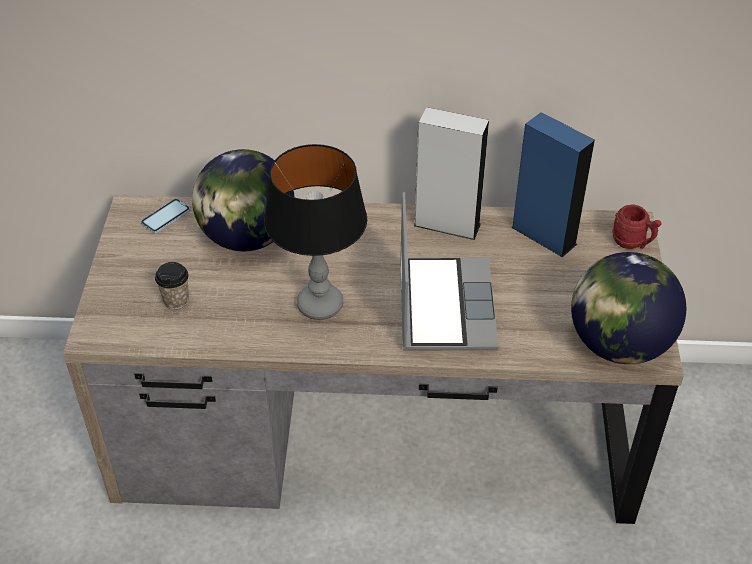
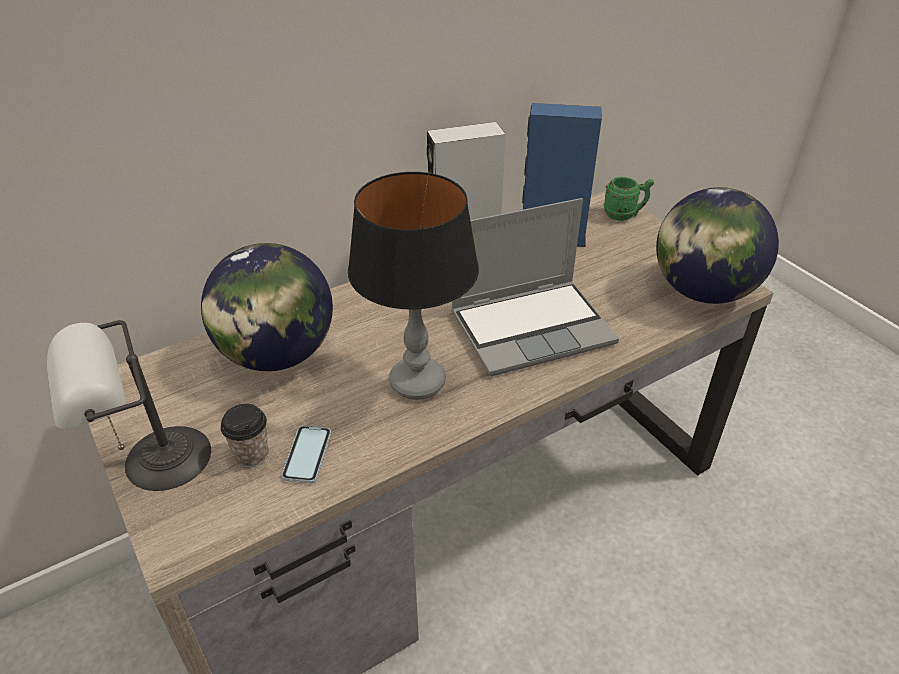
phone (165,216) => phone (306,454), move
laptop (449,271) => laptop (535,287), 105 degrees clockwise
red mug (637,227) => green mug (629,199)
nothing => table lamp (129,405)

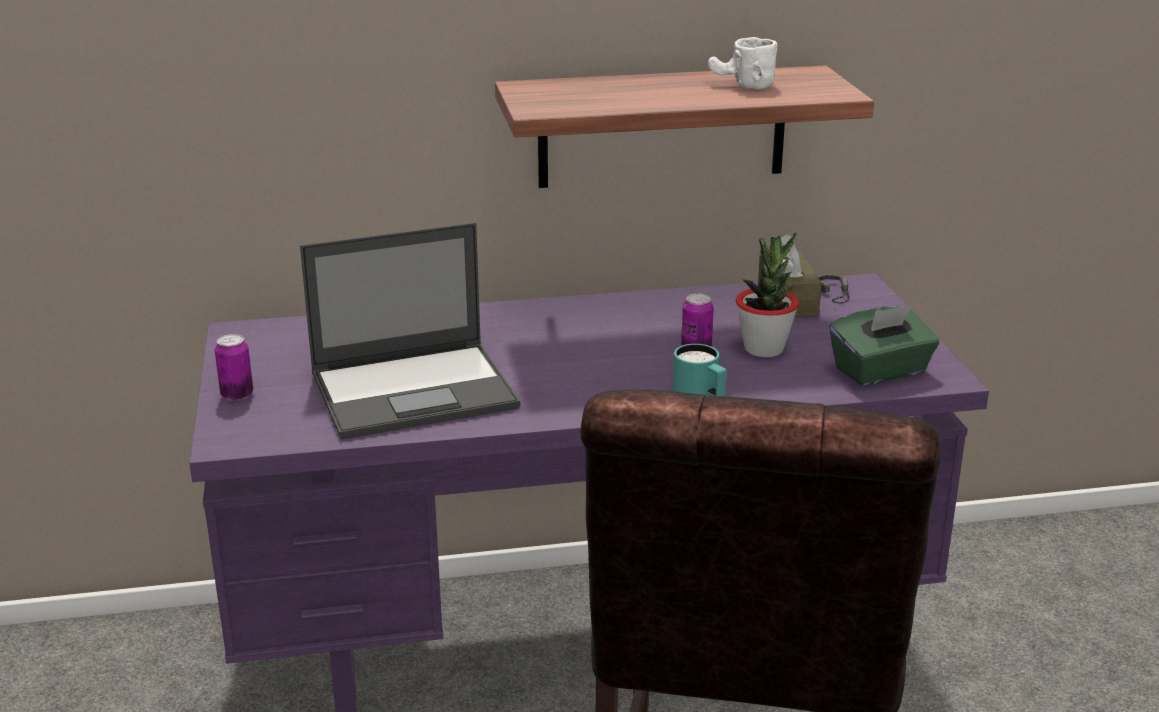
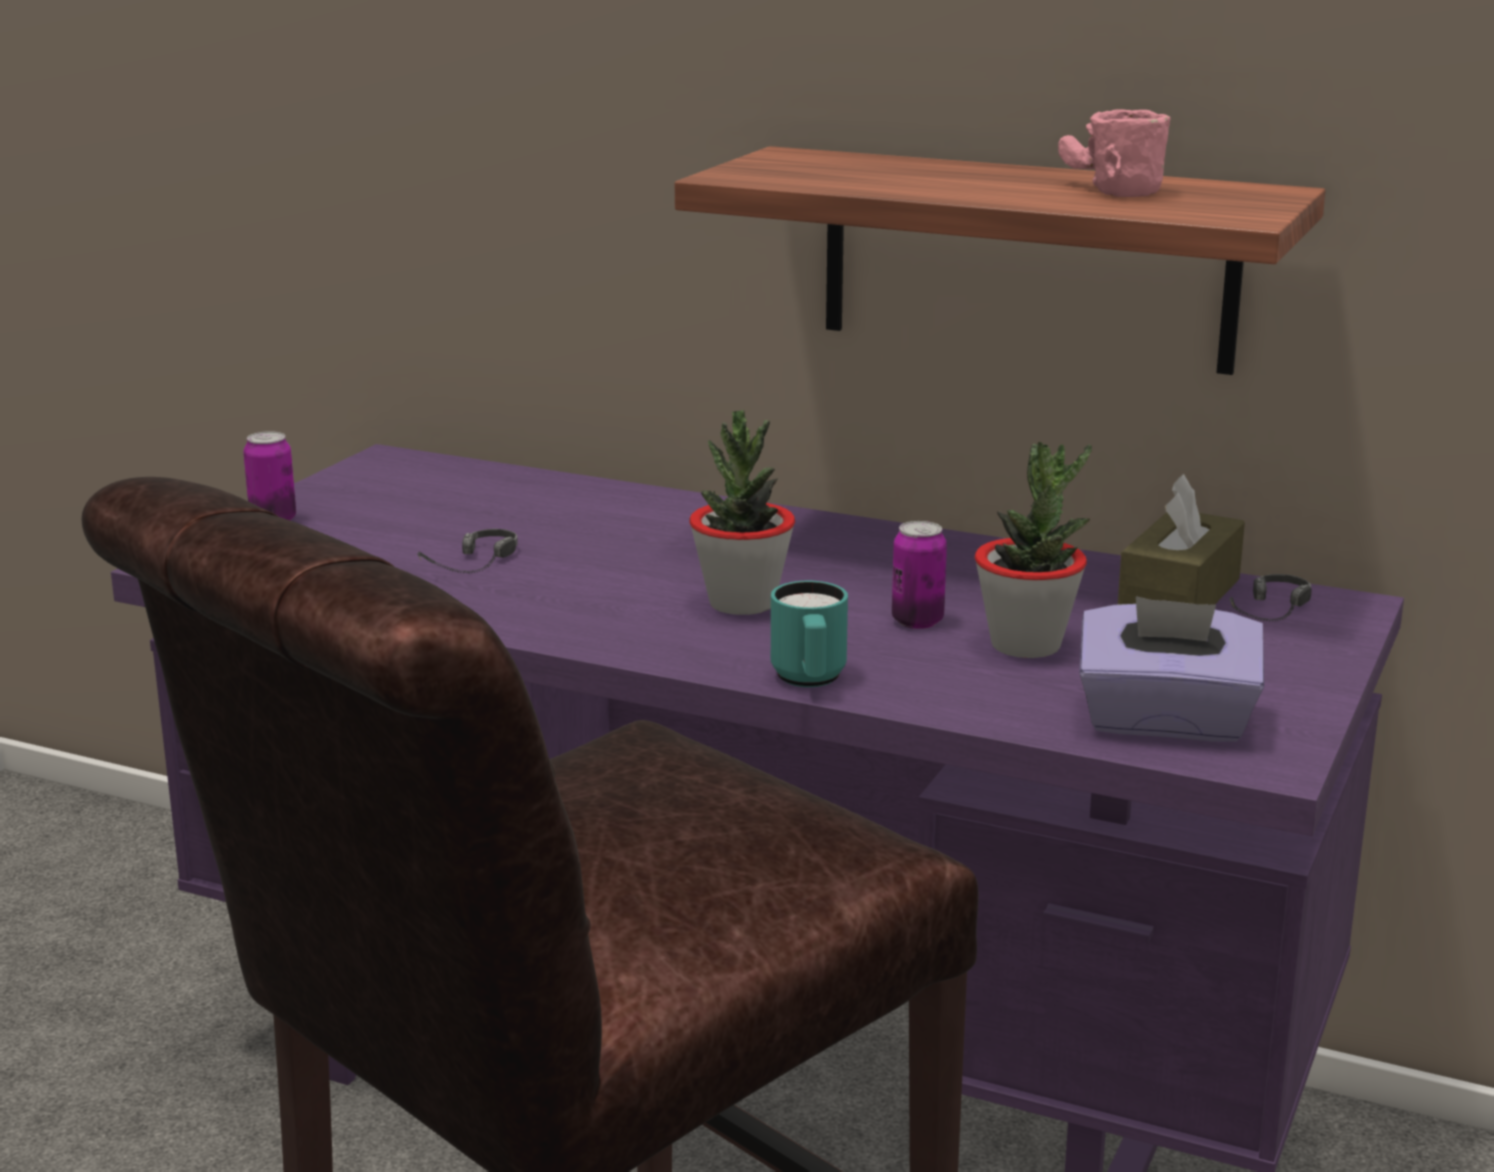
laptop (410,331) => headphones (468,551)
white mug (742,63) => pink mug (1114,153)
green tissue box (884,345) => purple tissue box (1171,669)
nothing => potted plant (742,512)

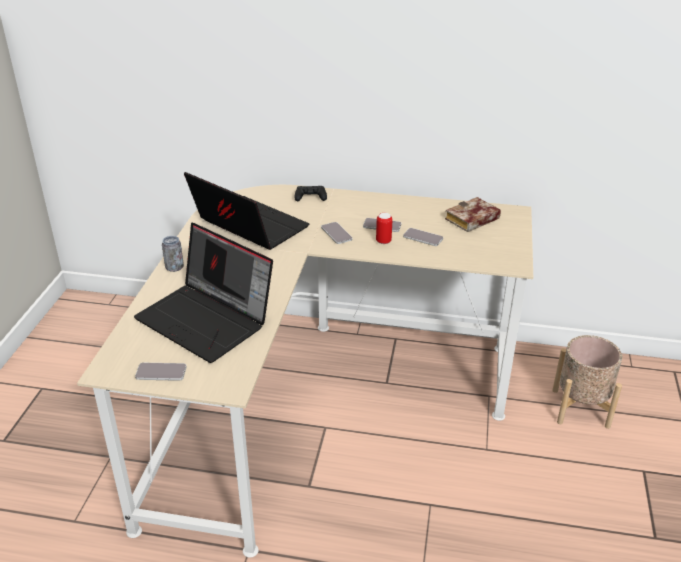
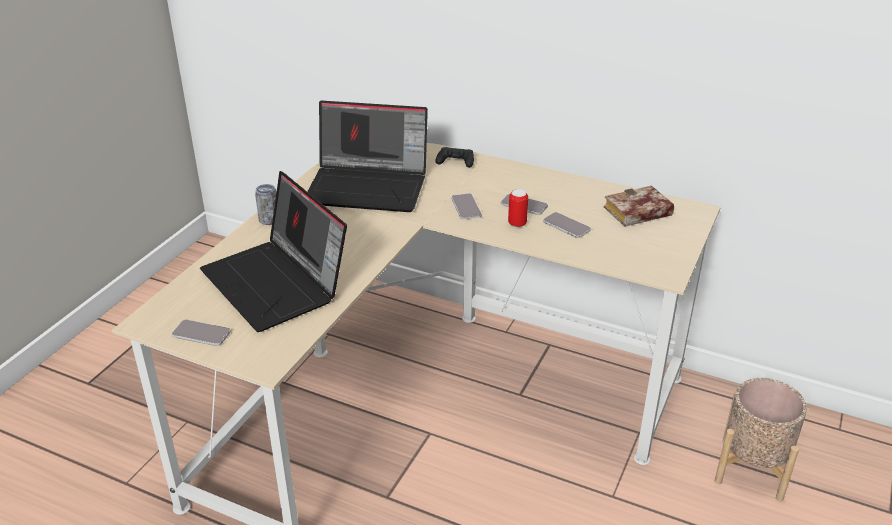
laptop (246,211) => laptop (367,156), 135 degrees clockwise

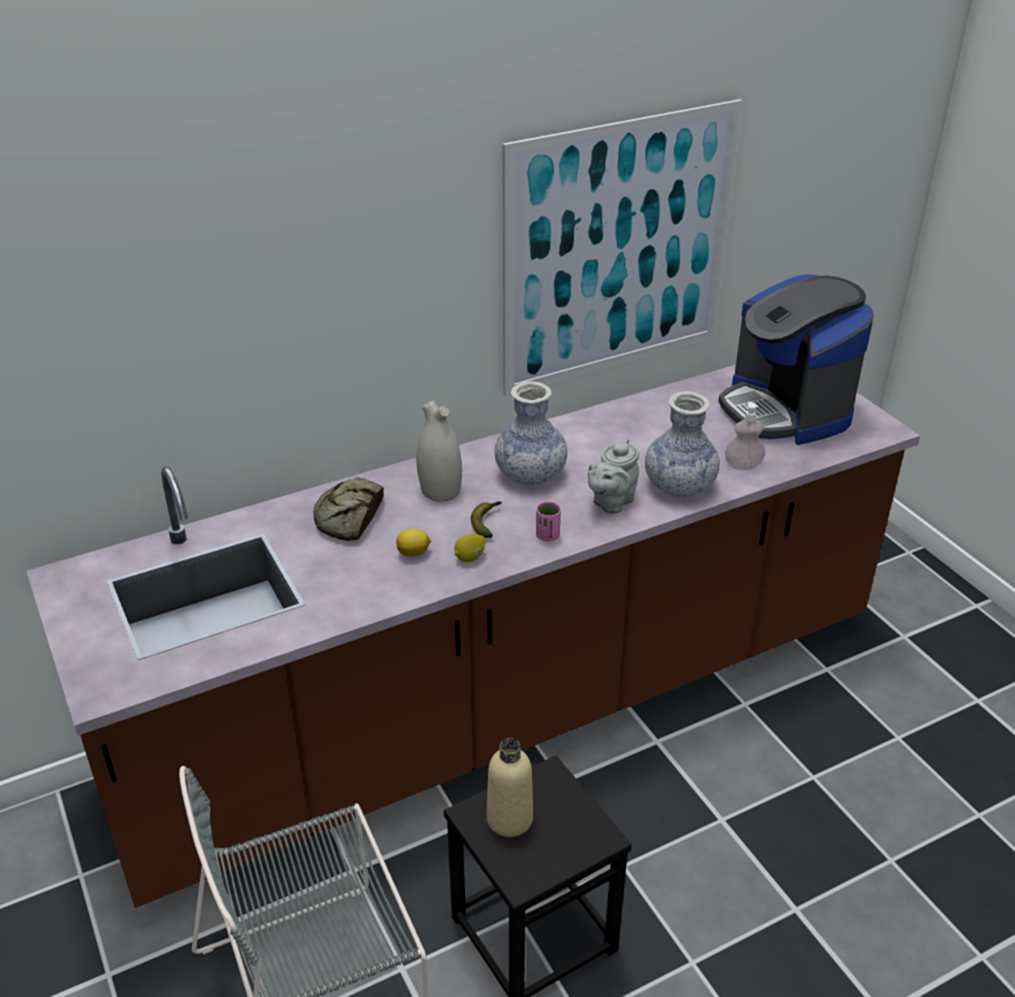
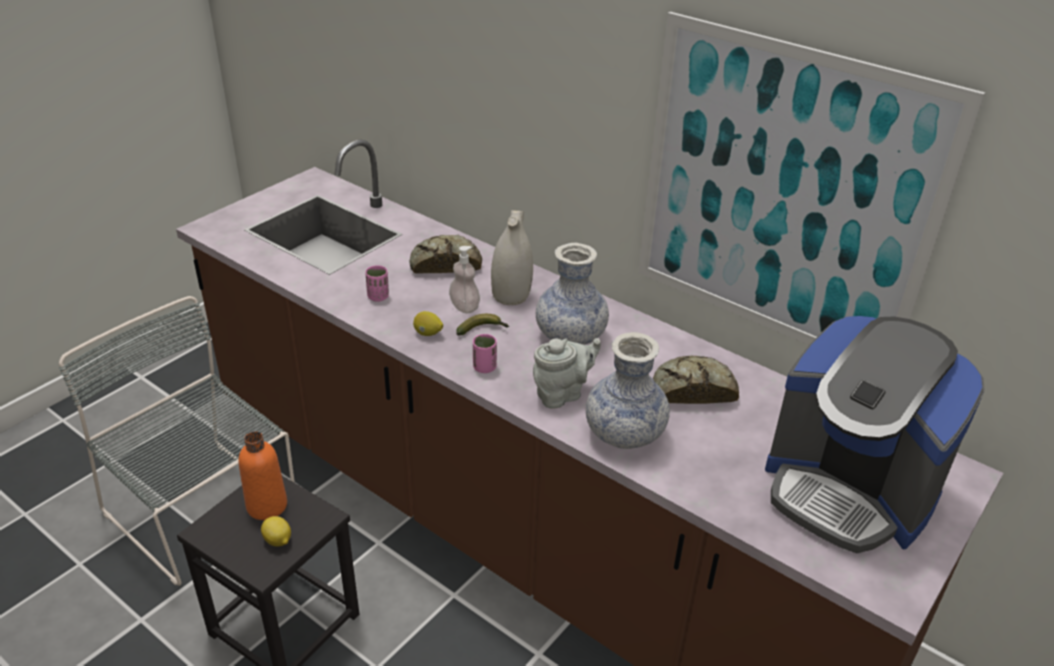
lemon (414,542) => lemon (276,531), move
beige bottle (510,787) => orange bottle (262,475)
grey teapot (613,476) => grey teapot (567,373), 135 degrees clockwise
coffee machine (796,359) => coffee machine (875,434), 90 degrees counterclockwise
soap dispenser (745,436) => soap dispenser (464,279), move
nothing => pink cup (377,283)
nothing => bread (696,380)

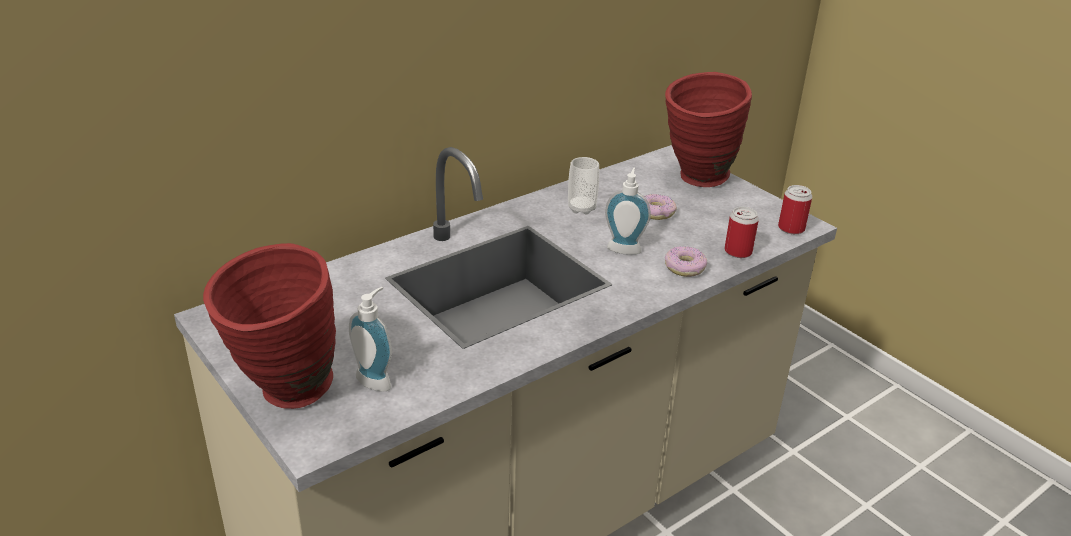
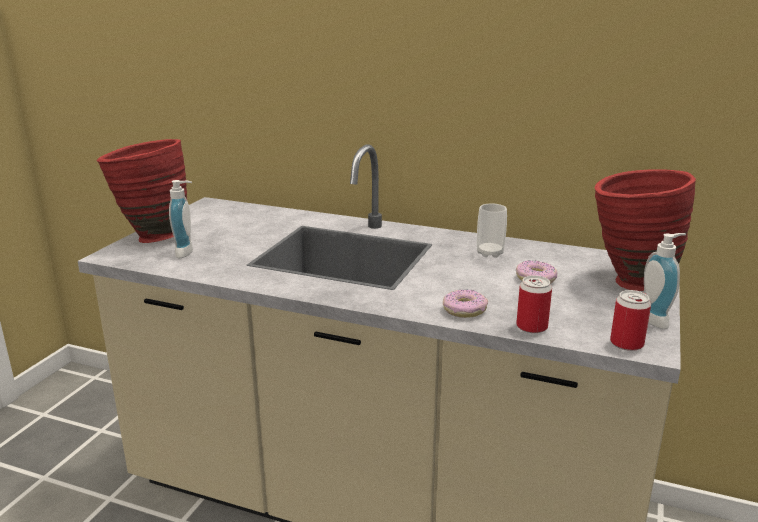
soap dispenser (628,211) => soap dispenser (665,281), move

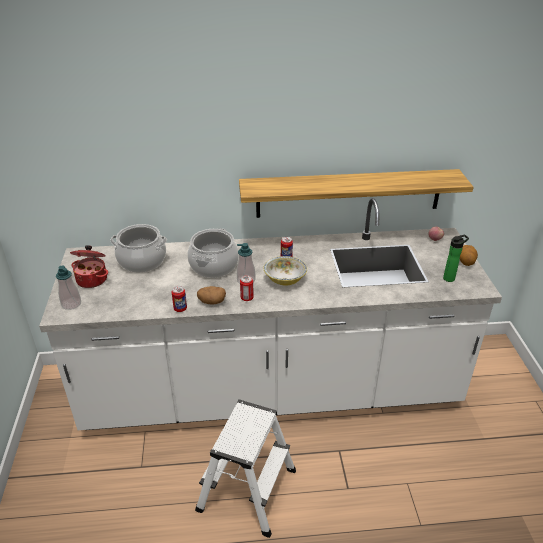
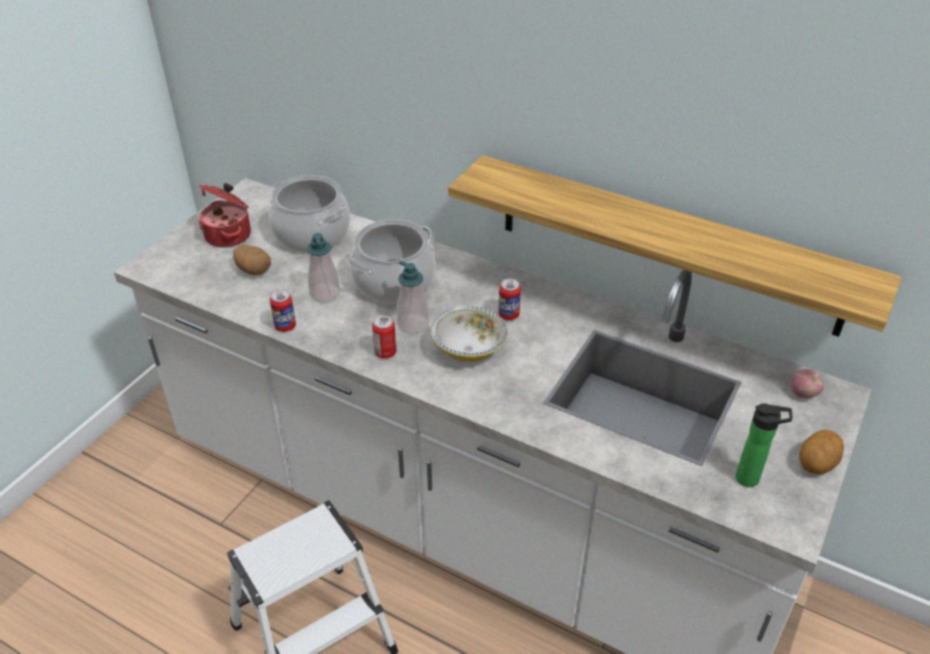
soap dispenser (68,287) => soap dispenser (323,267), move
potato (211,295) => potato (252,260), move

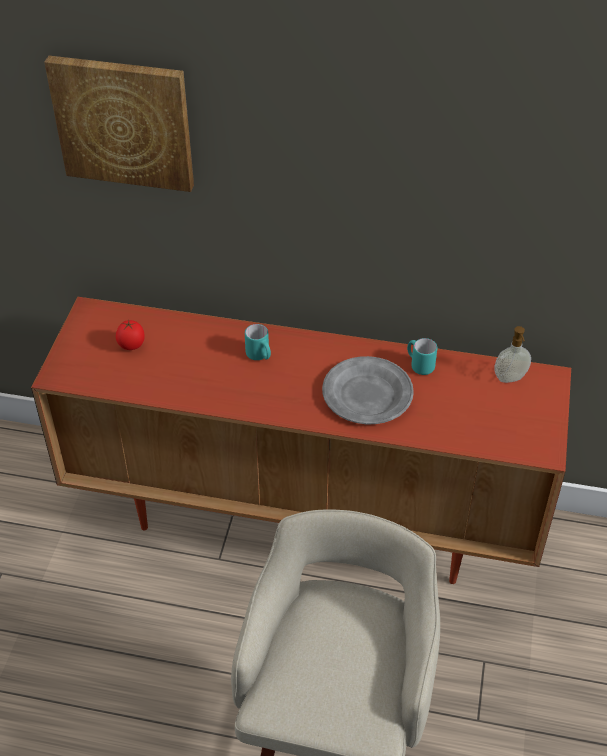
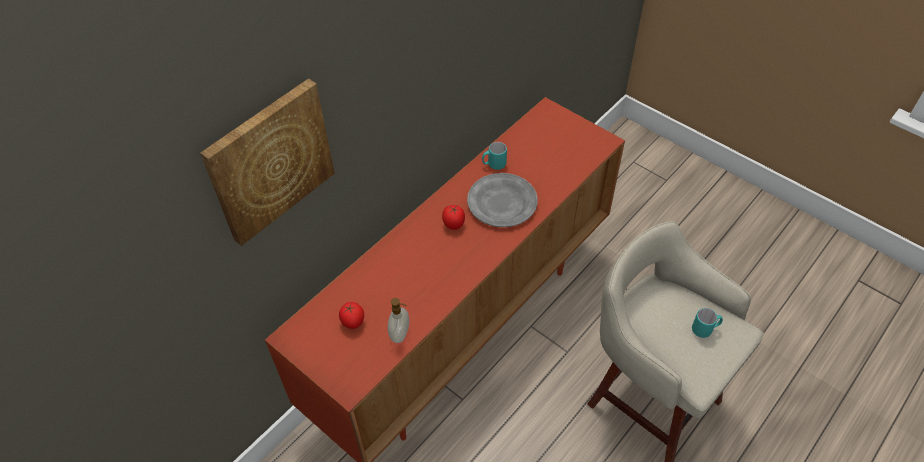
turquoise mug (258,342) => turquoise mug (707,323), move
soap dispenser (513,354) => soap dispenser (398,320), move
nothing => tomato (453,217)

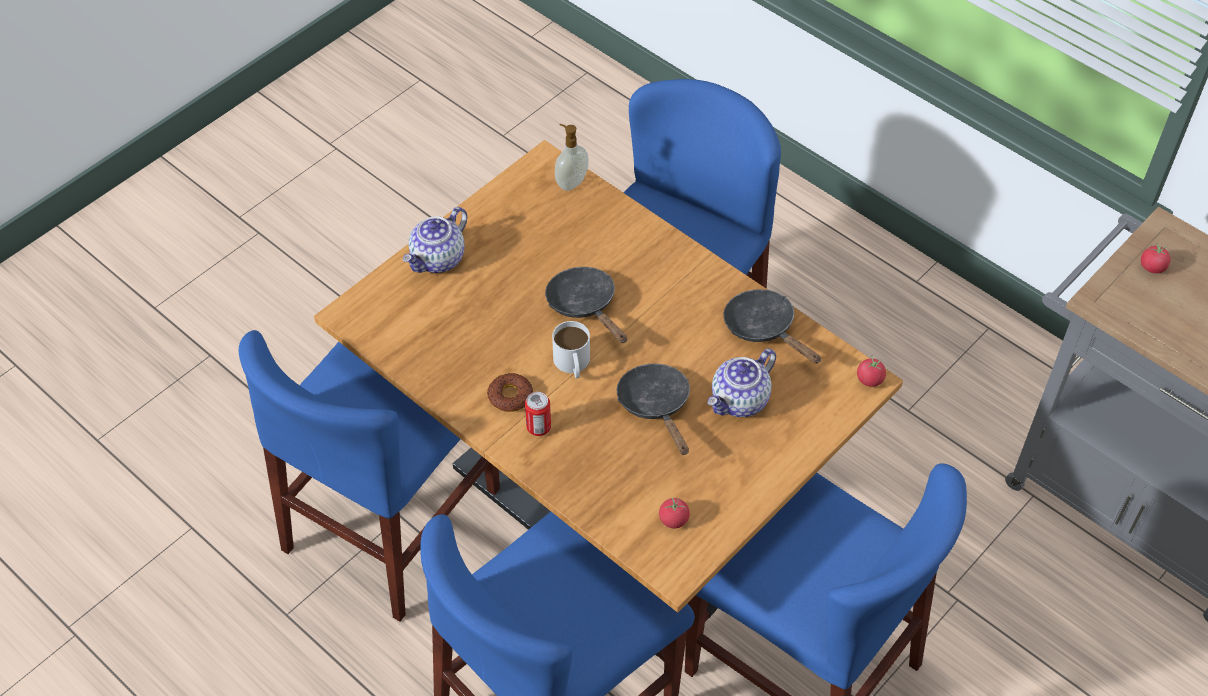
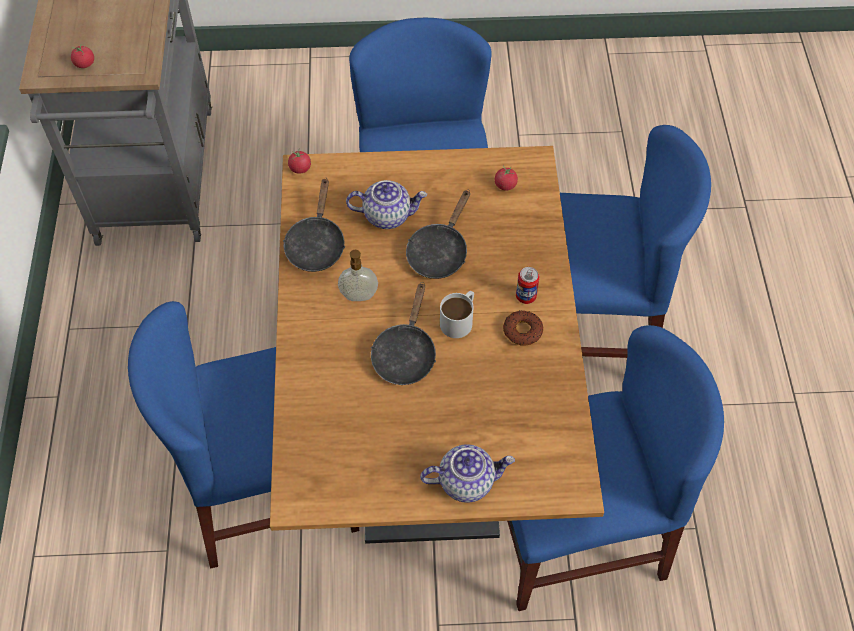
soap dispenser (572,157) => soap dispenser (358,275), move

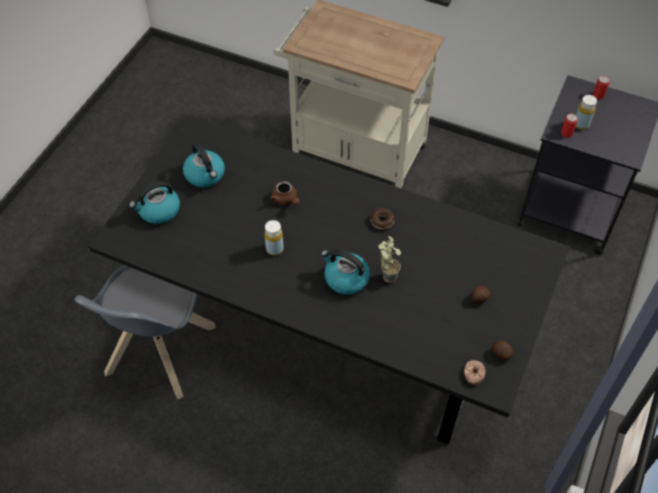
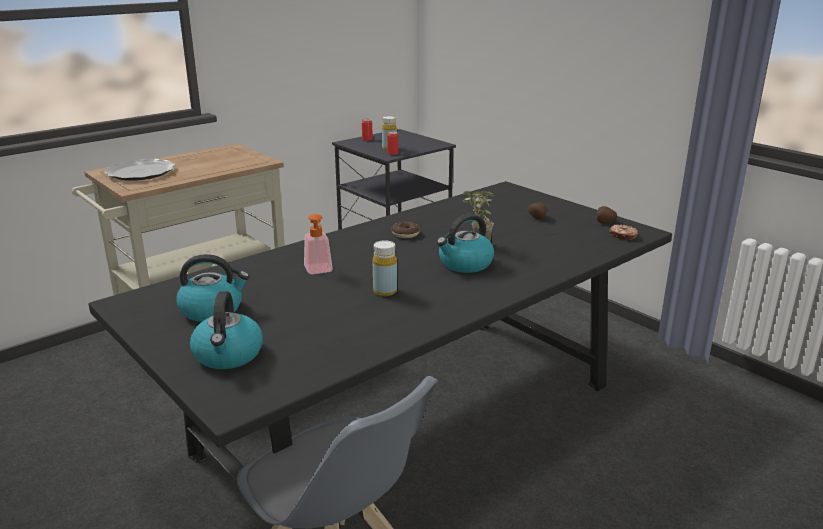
brown teapot (285,193) => soap dispenser (318,244)
nothing => plate (139,170)

